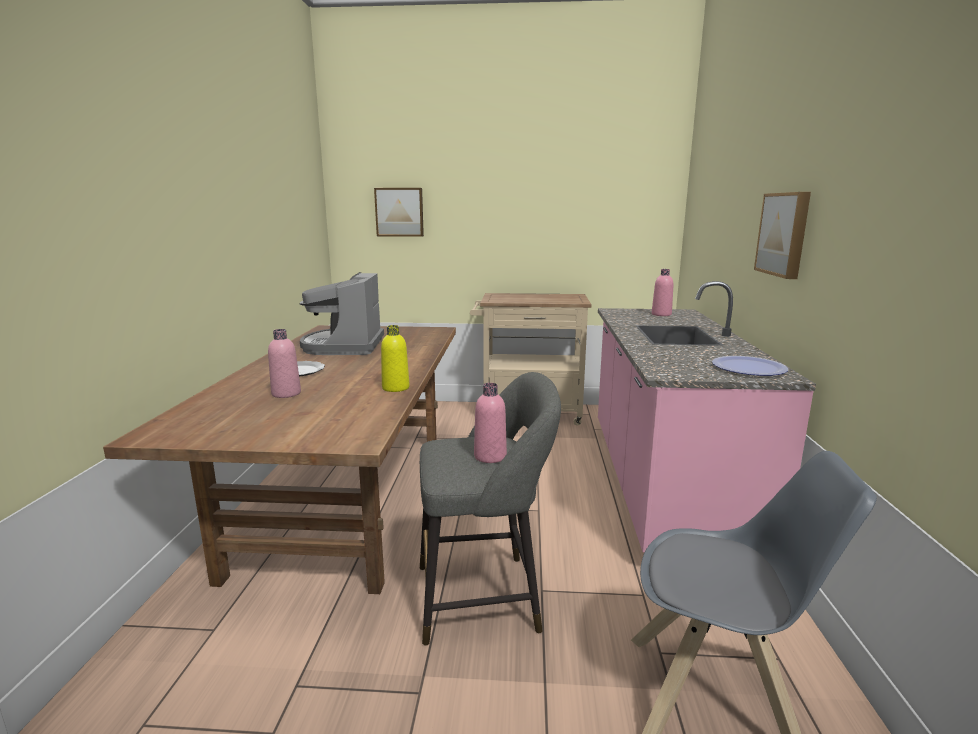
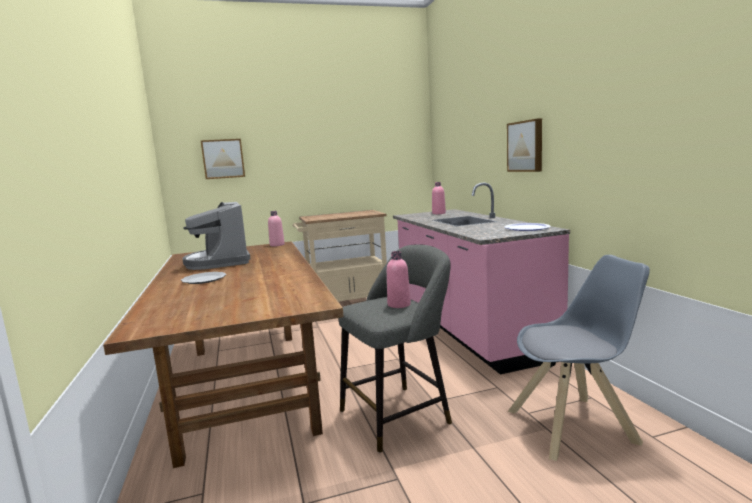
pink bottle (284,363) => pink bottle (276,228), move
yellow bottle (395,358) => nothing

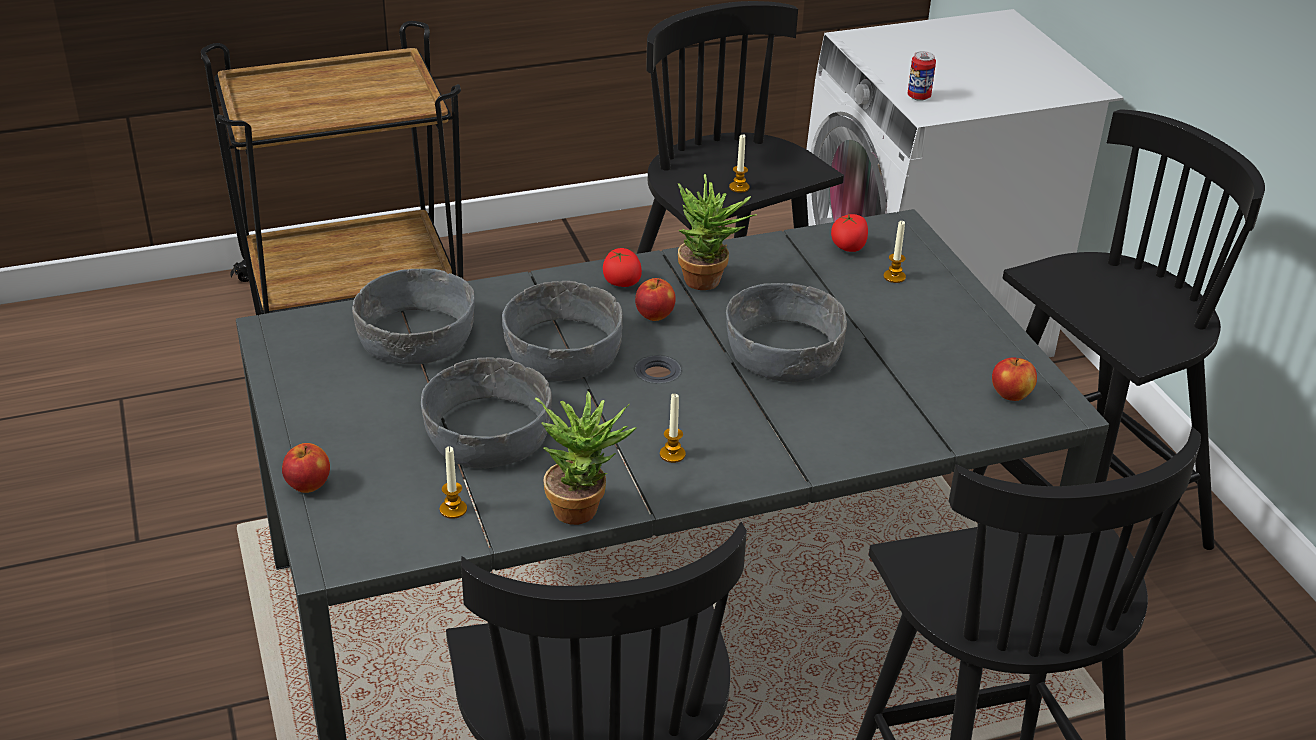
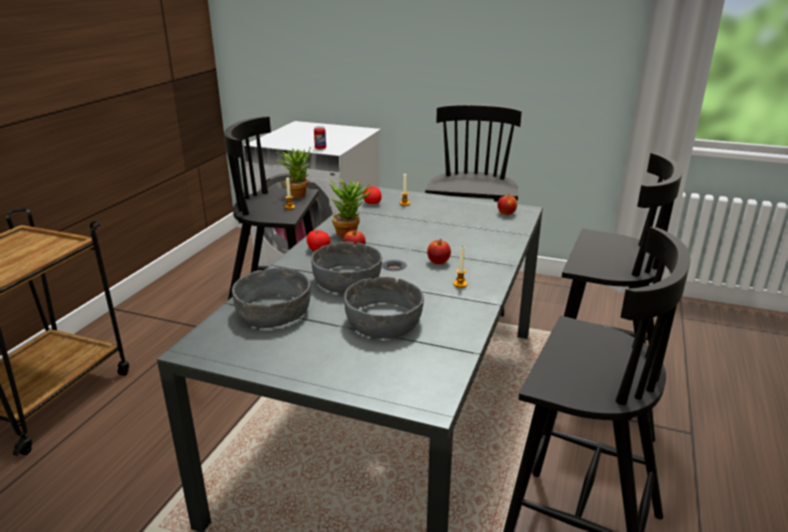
apple (306,468) => apple (439,251), move
candle (453,482) => nothing
potted plant (586,458) => potted plant (294,172), move
grey bowl (786,332) => nothing

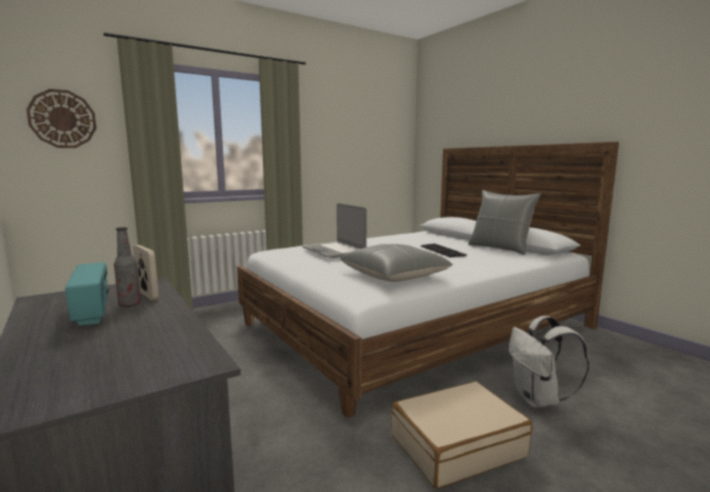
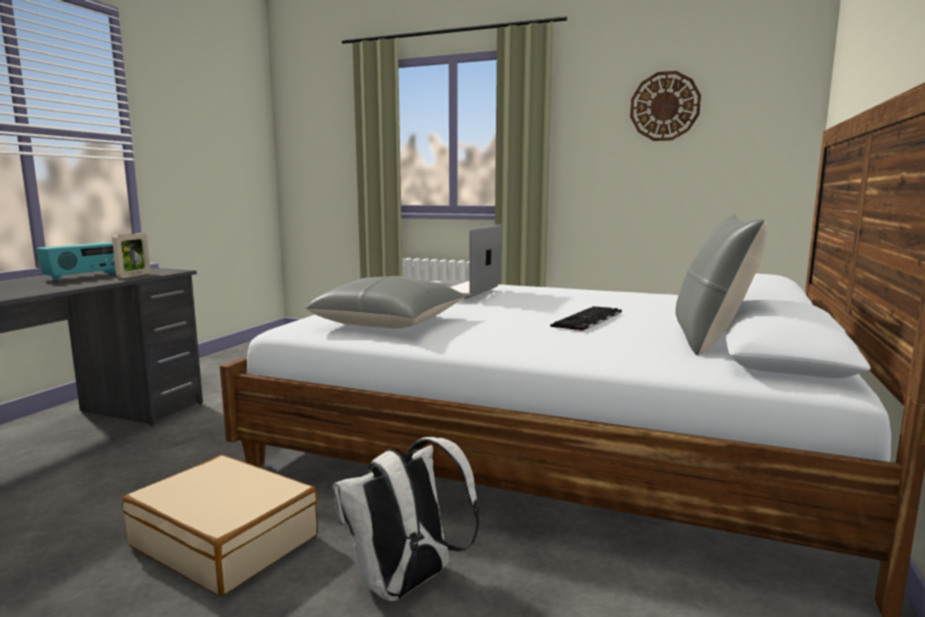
wall clock (61,118) => wall clock (665,106), move
bottle (127,267) => nothing

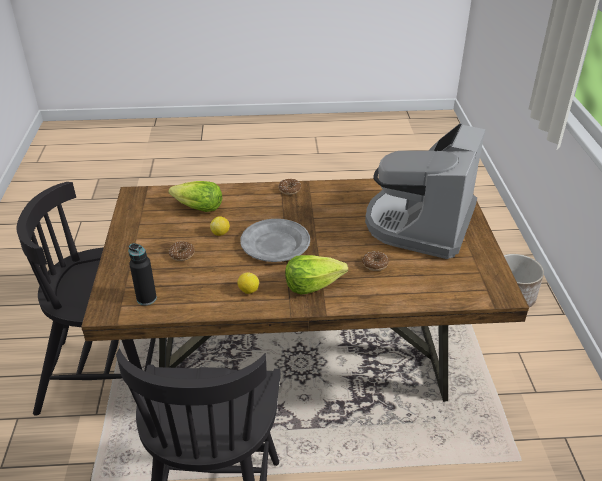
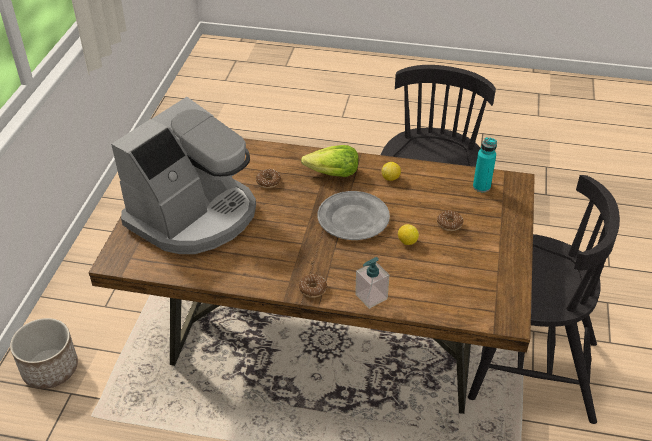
black bottle (143,274) => turquoise bottle (485,164)
lettuce (195,196) => nothing
nothing => soap dispenser (372,283)

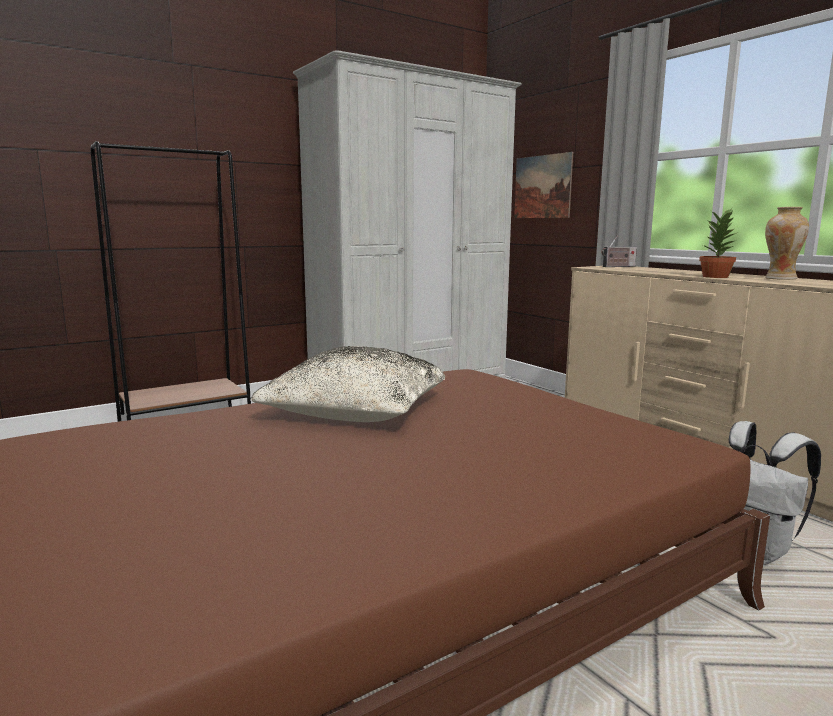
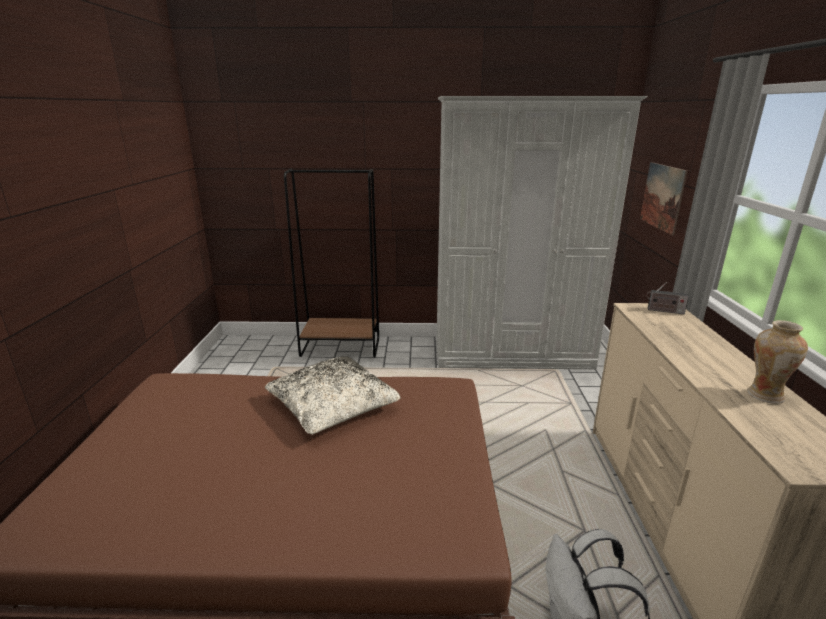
potted plant (717,243) => nothing

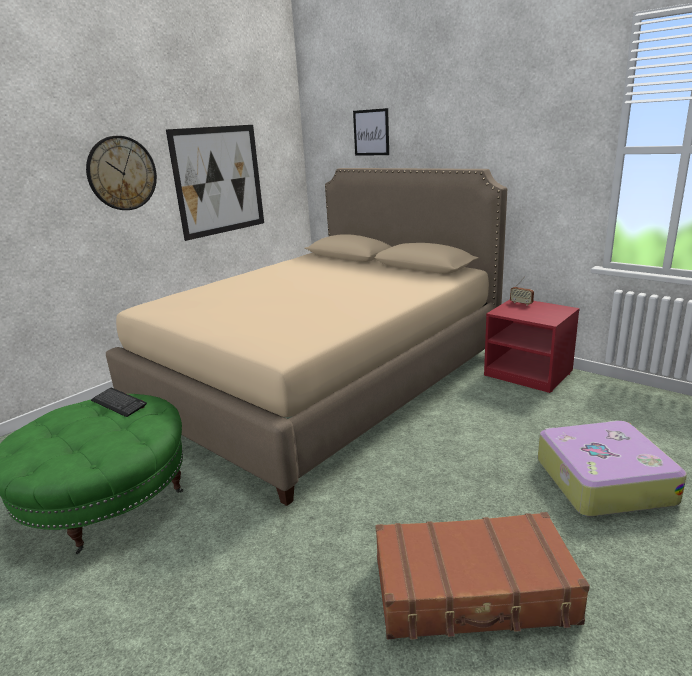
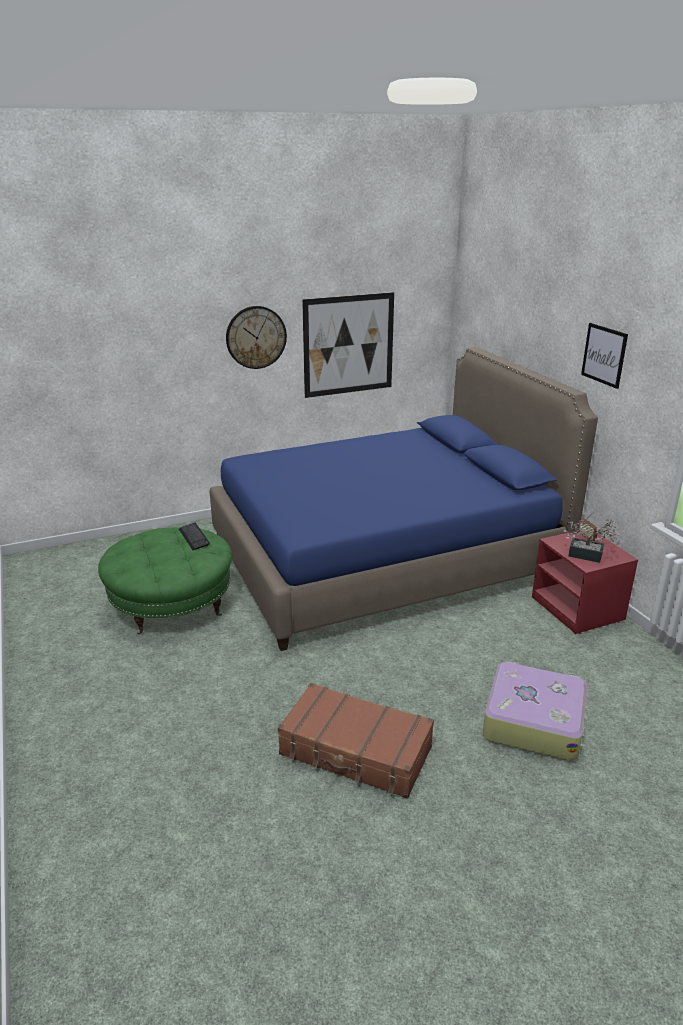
beige bed (306,337) => blue bed (403,499)
picture (371,132) => picture (604,356), move
nothing => potted plant (592,541)

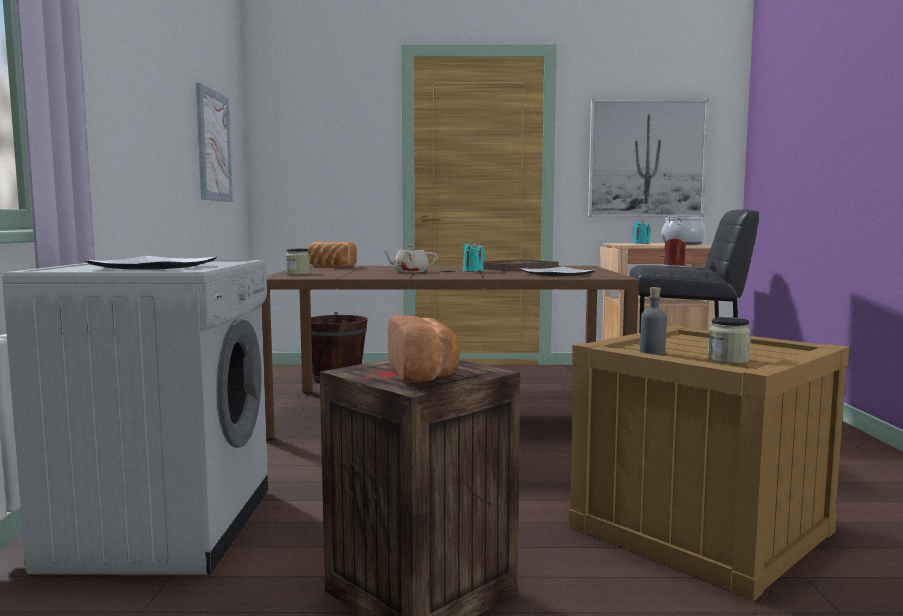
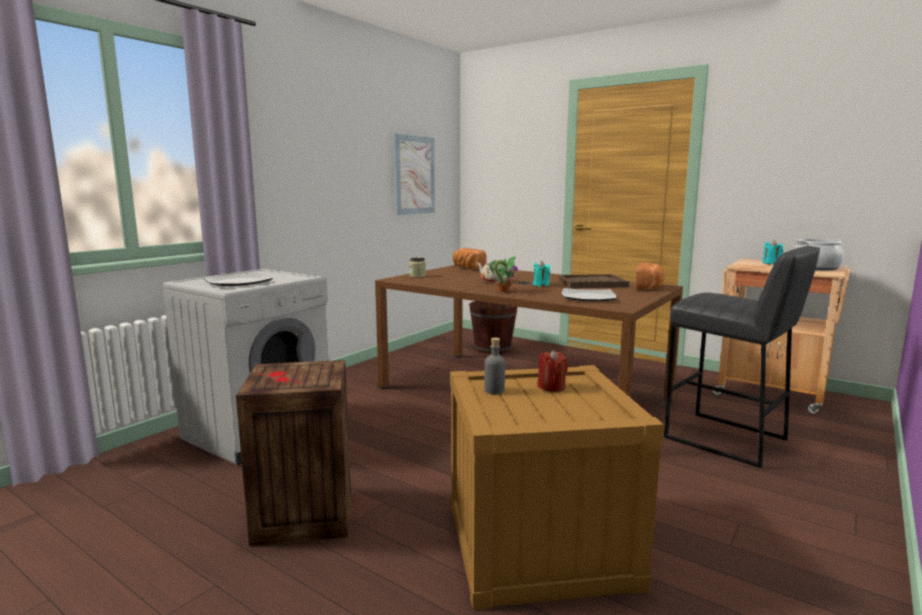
bread (424,349) => bread (650,276), move
picture (648,158) => nothing
red candle (675,251) => red candle (552,371), move
jar (729,340) => nothing
nothing => potted plant (503,274)

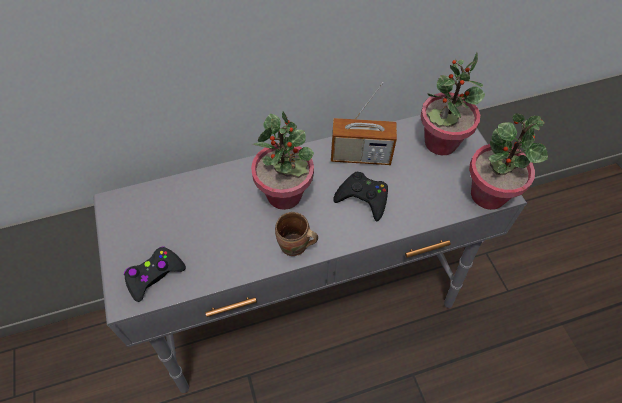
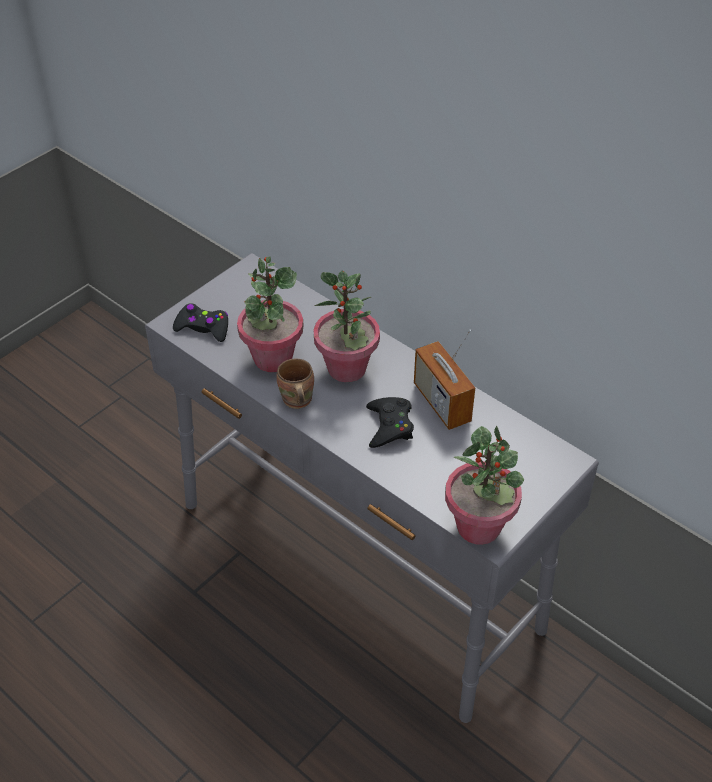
potted plant (452,103) => potted plant (270,314), move

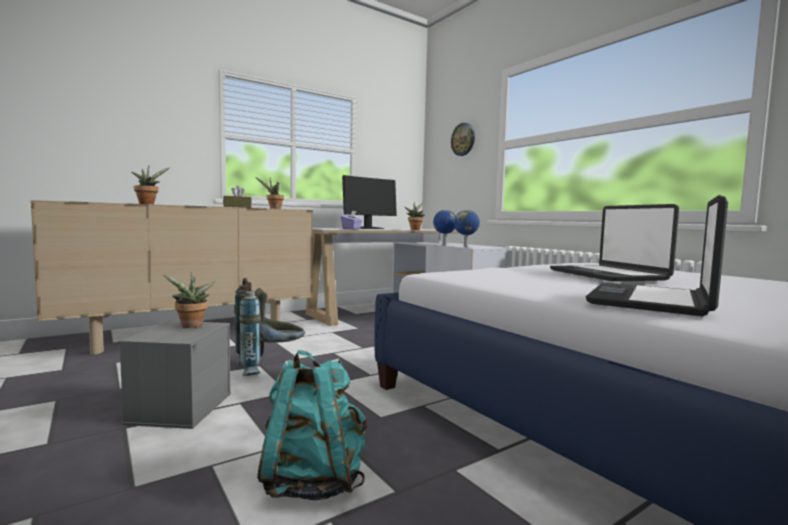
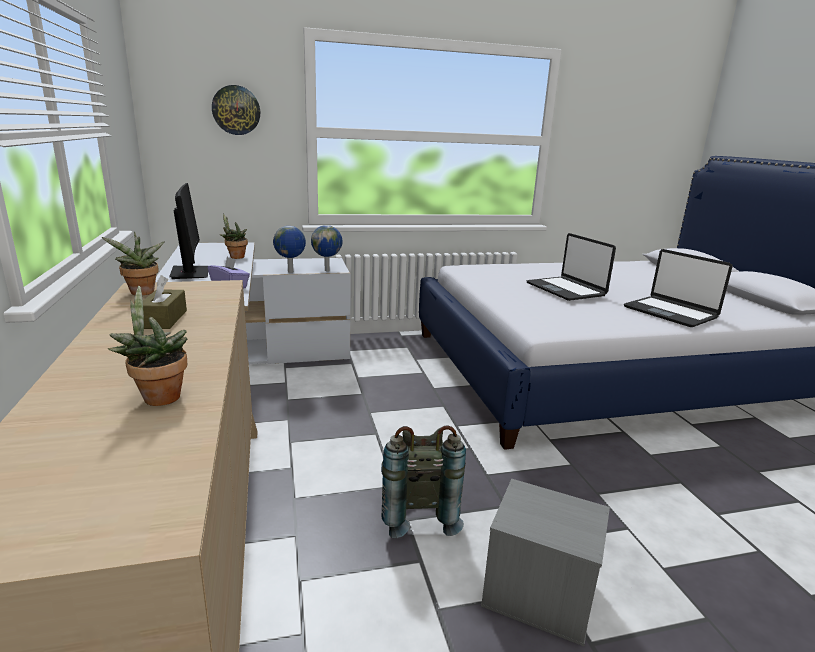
potted plant (190,300) => nothing
turquoise backpack (312,425) => nothing
laptop (614,243) => laptop (571,267), 60 degrees clockwise

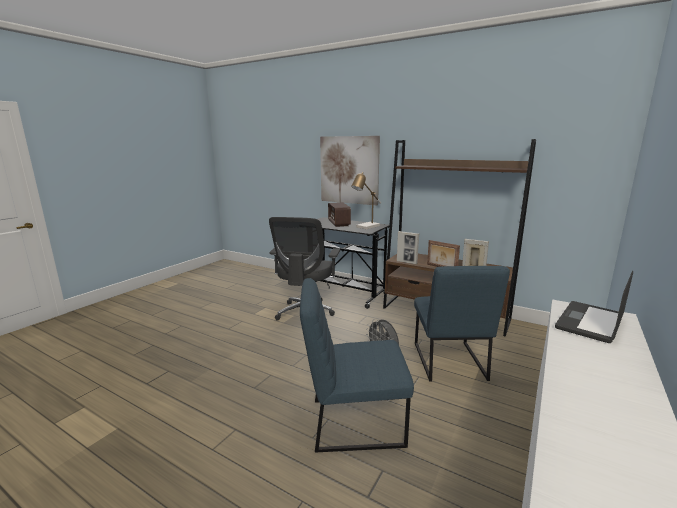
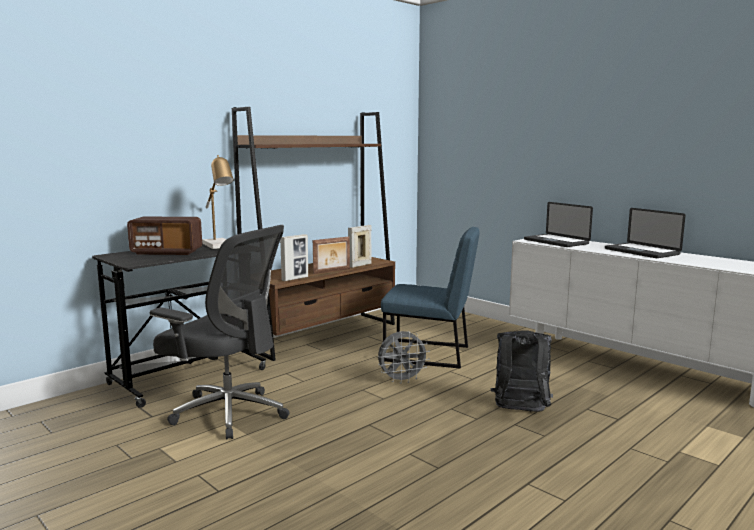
blue chair (357,365) => black backpack (521,371)
picture (350,171) => nothing
nothing => laptop (645,233)

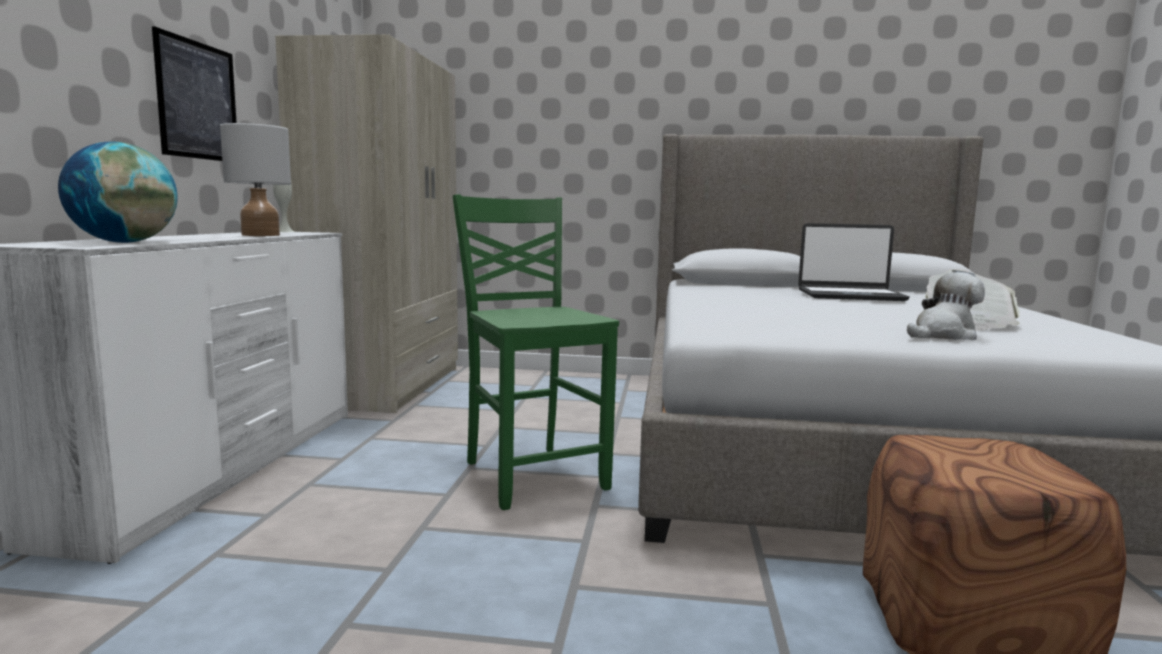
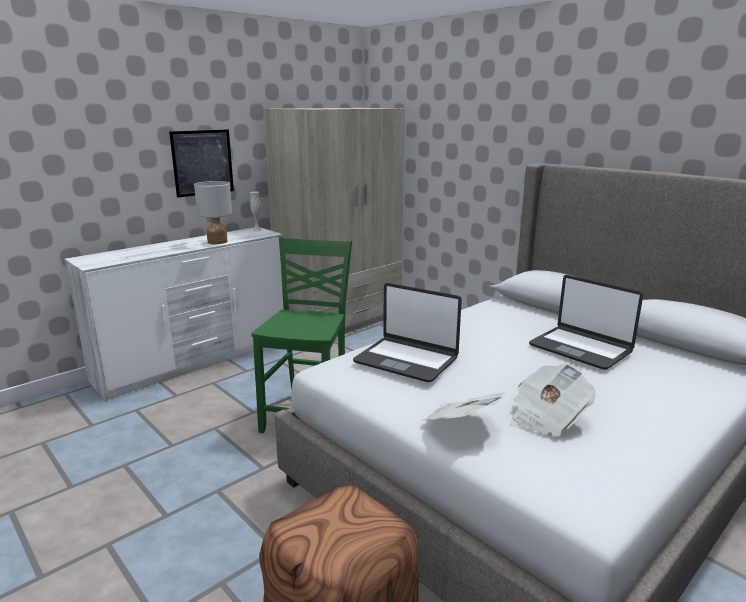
globe (118,192) => nothing
plush toy (946,306) => newspaper (463,406)
nothing => laptop (407,332)

